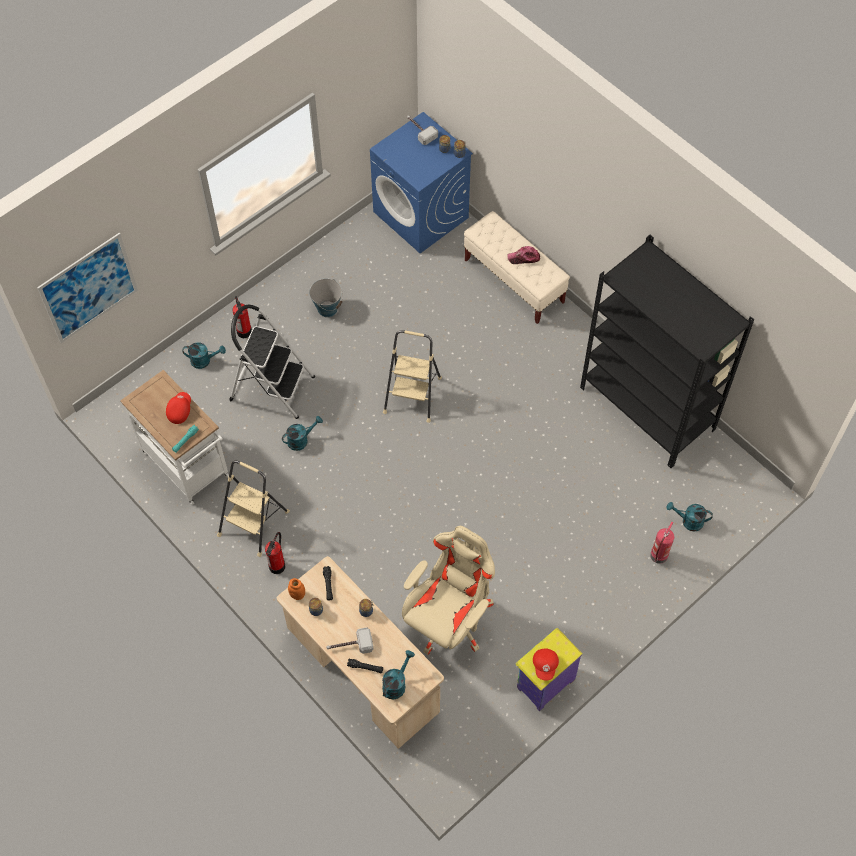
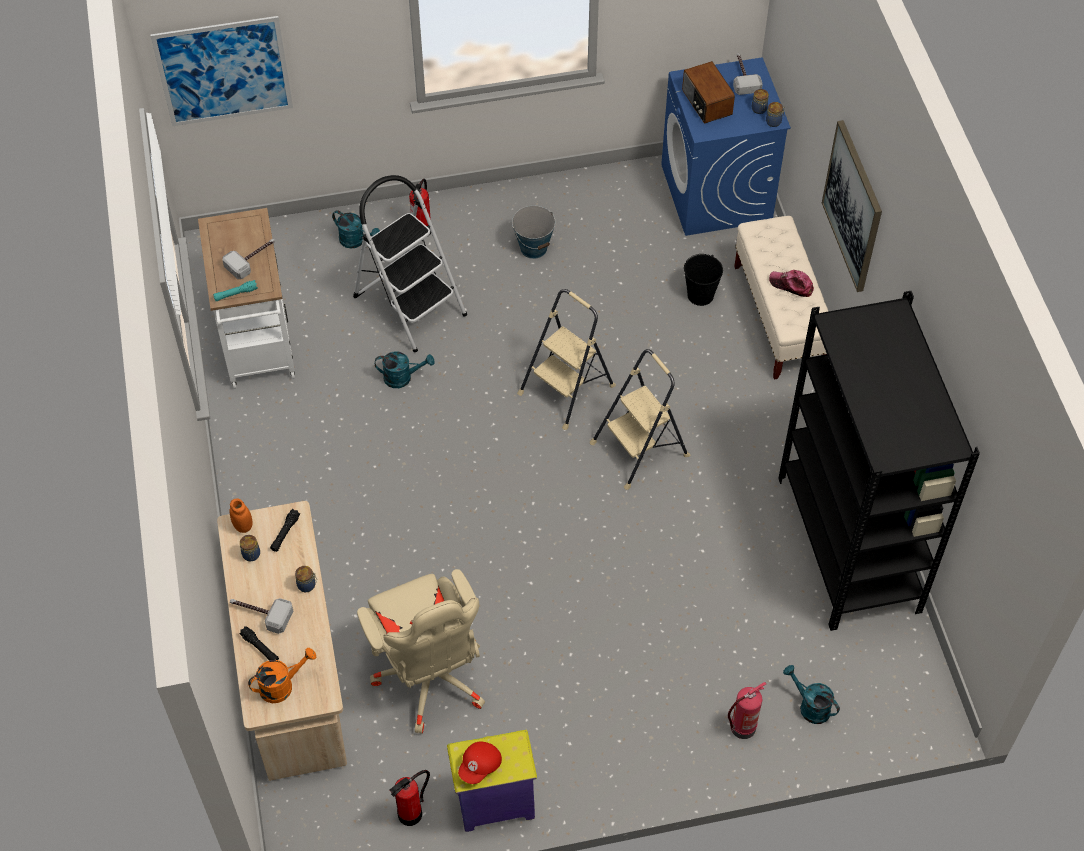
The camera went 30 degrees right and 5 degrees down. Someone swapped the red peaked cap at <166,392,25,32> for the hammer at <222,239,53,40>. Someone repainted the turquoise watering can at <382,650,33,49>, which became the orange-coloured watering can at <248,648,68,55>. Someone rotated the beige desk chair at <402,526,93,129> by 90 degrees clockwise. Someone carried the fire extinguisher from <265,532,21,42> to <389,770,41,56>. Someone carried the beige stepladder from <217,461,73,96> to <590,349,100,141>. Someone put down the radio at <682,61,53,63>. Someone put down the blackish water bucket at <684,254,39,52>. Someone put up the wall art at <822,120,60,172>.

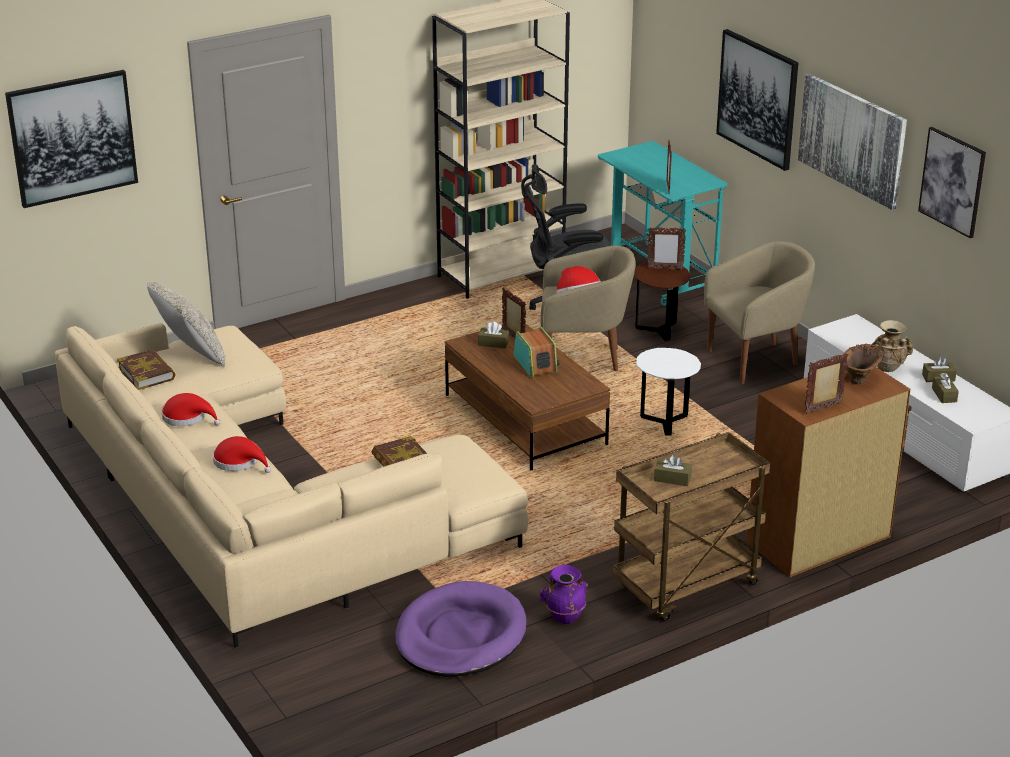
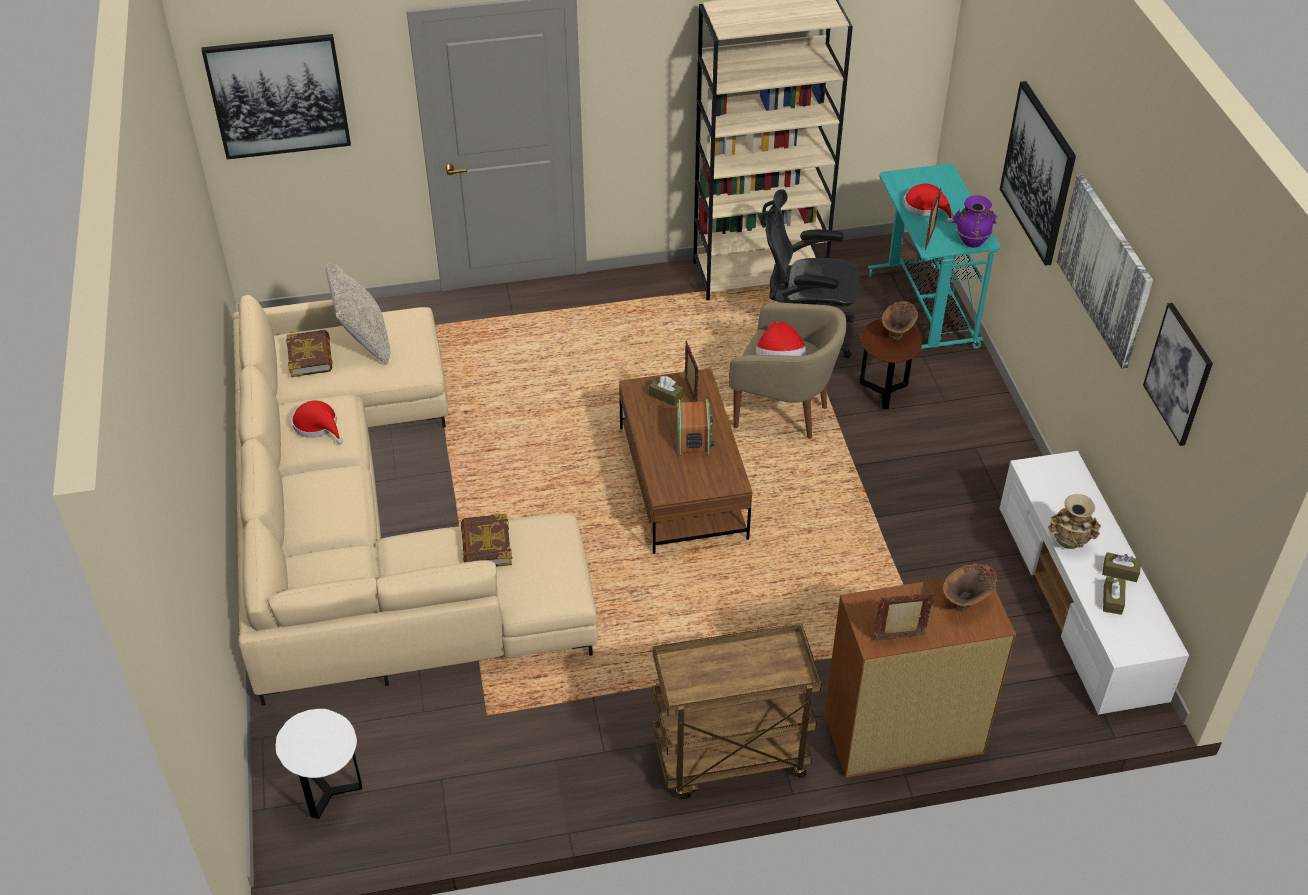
The camera went 20 degrees right and 15 degrees up. Someone carried the white end table from <636,348,65,88> to <276,709,86,110>. Someone swapped the picture frame at <647,227,39,43> for the brownish flower vase at <882,301,37,40>. Someone carried the red wearable hat from <213,436,58,37> to <904,184,49,40>. Someone carried the purple flower vase from <540,565,48,59> to <952,195,46,53>. Someone took away the purple dog cushion at <395,581,131,96>. Someone took away the brownish tissue box at <654,455,38,31>. Someone took away the beige armchair at <704,241,111,143>.

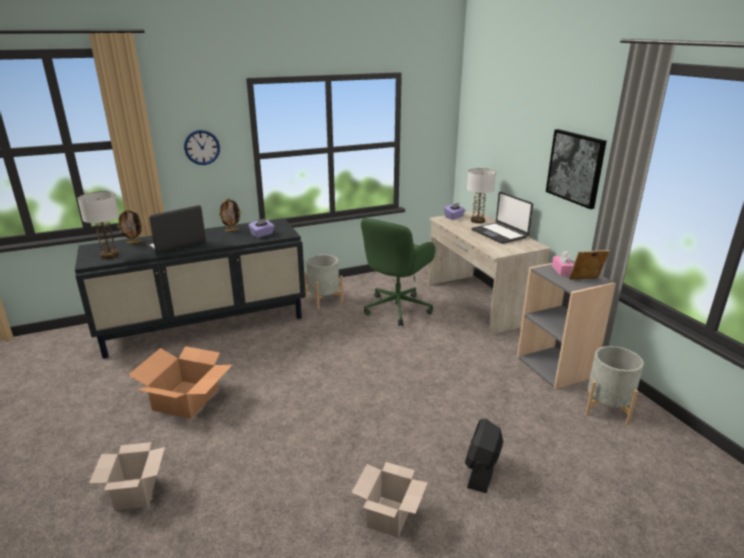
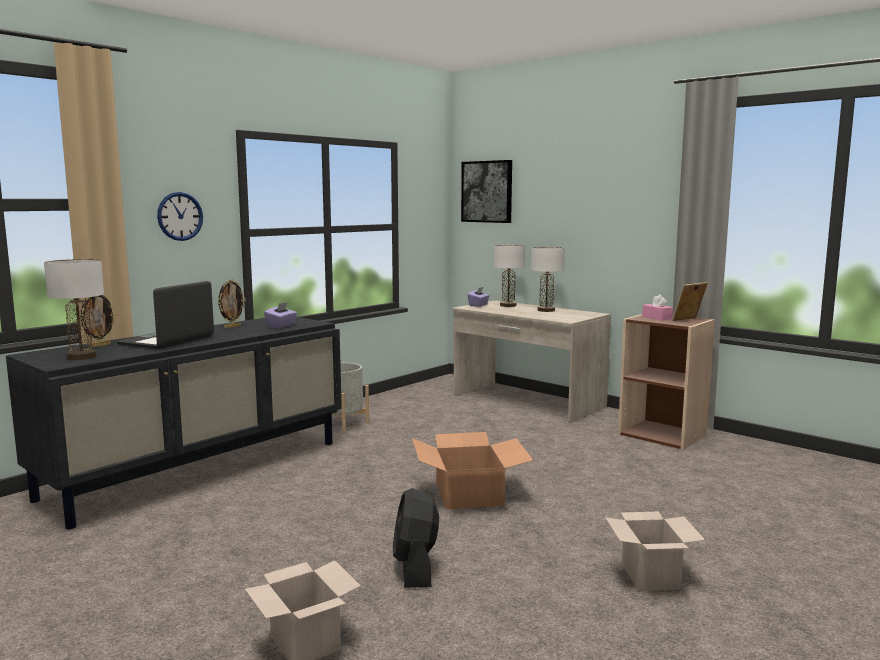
The camera went 25 degrees left and 15 degrees down. Someone carried the blackish fan from <465,418,38,75> to <393,488,46,100>. Someone carried the carton from <128,346,104,73> to <412,432,121,78>. Someone carried the wall art from <546,129,61,80> to <461,160,51,63>. Someone swapped the portable computer at <471,192,62,52> for the lamp for a table at <531,247,34,65>. Someone repainted the grey shelving unit at <517,260,99,129>, which became the brownish shelving unit at <618,314,97,136>. Someone took away the green-coloured desk chair at <361,218,74,108>. Someone took away the grey planter at <585,346,59,79>.

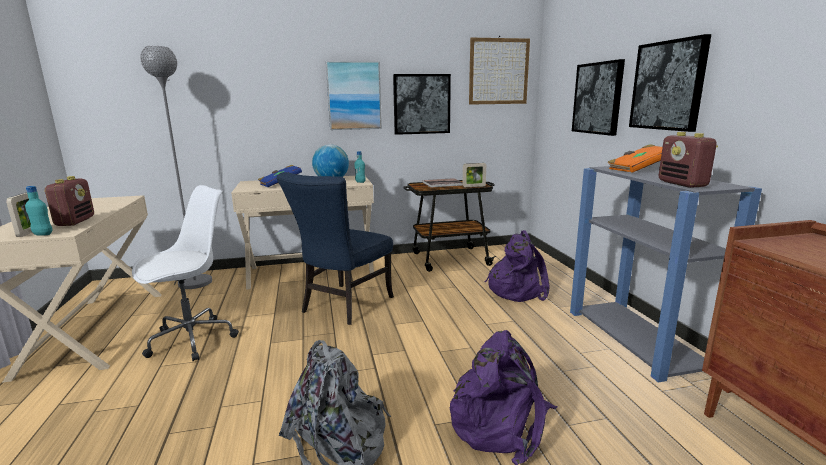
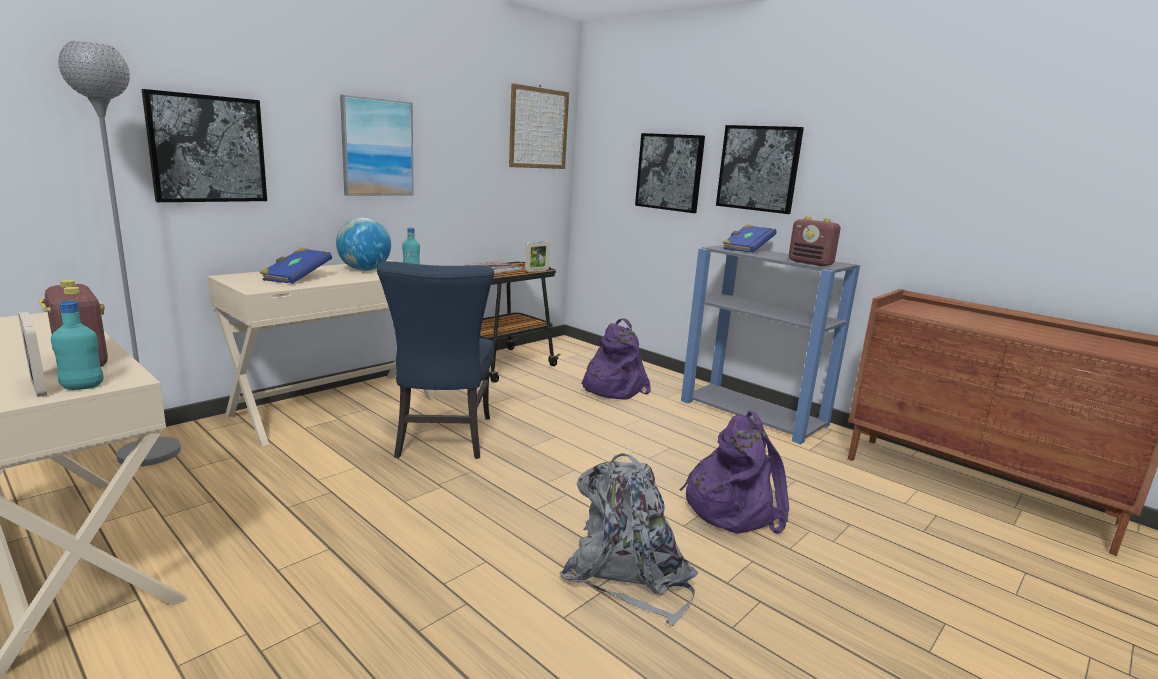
The camera went 35 degrees left and 0 degrees up. Someone carried the wall art from <393,74,58,61> to <141,89,126,113>. Someone repainted the orange-coloured book at <608,144,54,29>, which became the blue-coloured book at <722,224,55,29>. Someone took away the white desk chair at <132,185,107,176>.

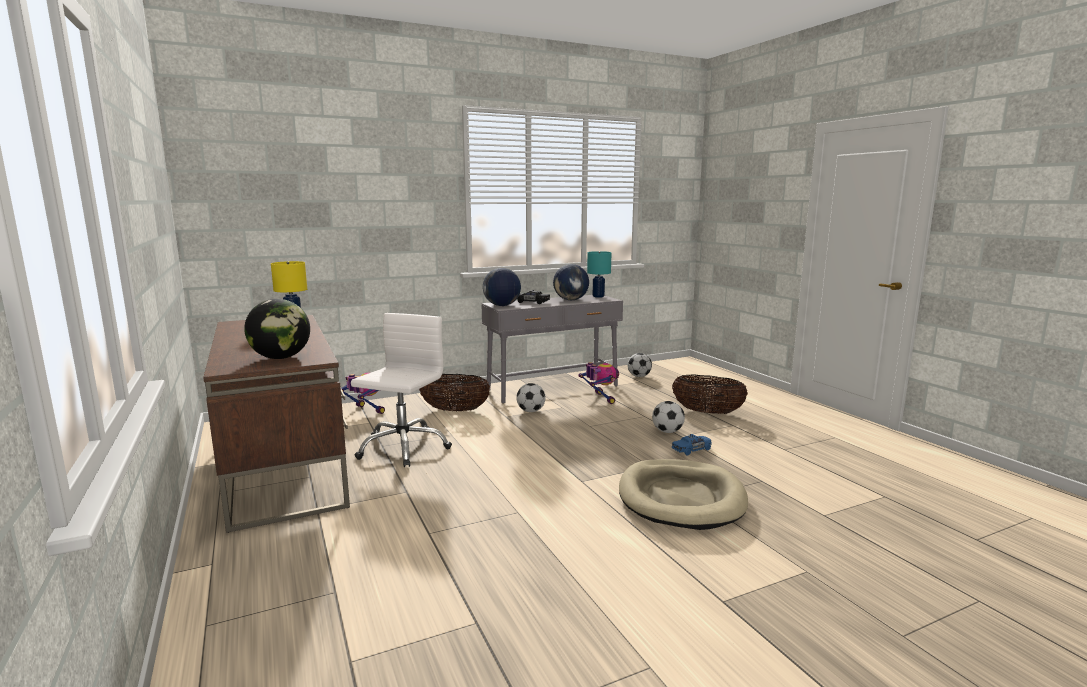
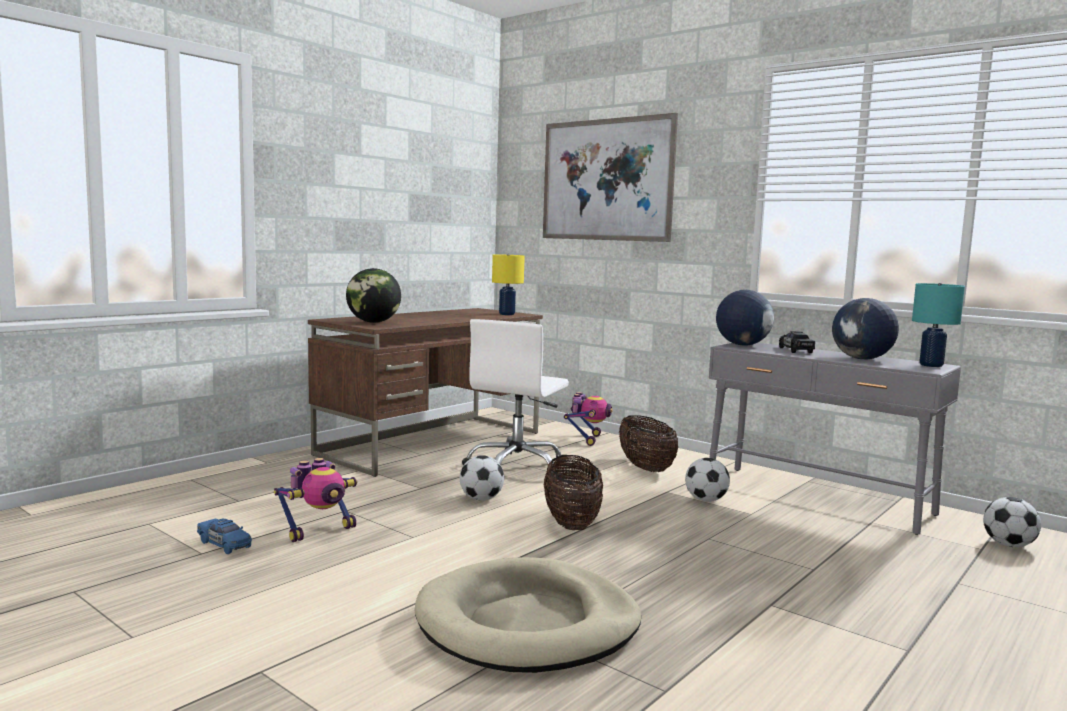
The camera went 65 degrees right and 5 degrees down. Someone carried the blue-coloured miniature car from <672,434,40,22> to <197,518,55,36>. Someone carried the robot figure from <578,362,41,42> to <274,458,83,84>. Someone carried the football from <652,401,33,32> to <460,455,44,45>. Someone rotated the white desk chair at <351,313,101,154> by 120 degrees clockwise. Someone put up the wall art at <543,113,135,129>. Someone carried the basket from <672,374,76,40> to <544,455,59,75>.

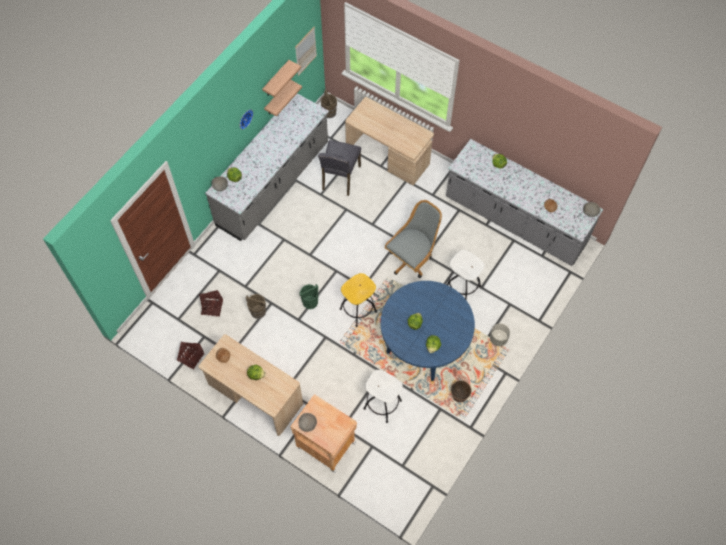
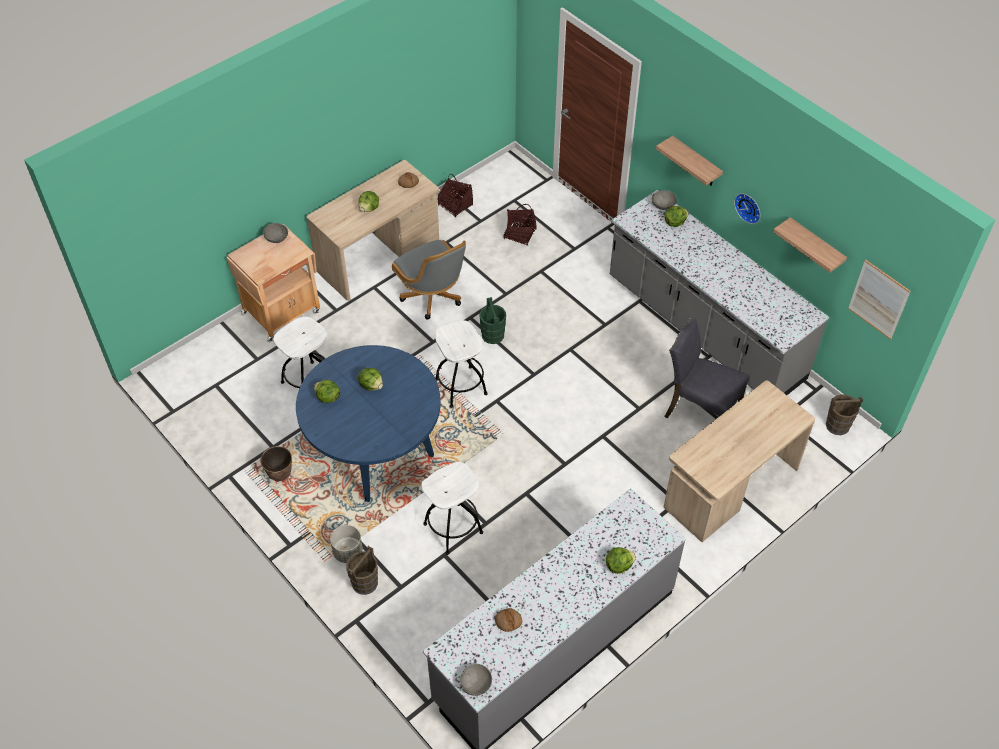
The camera went 105 degrees right and 10 degrees down. Someone carried the brownish water bucket from <246,294,20,25> to <346,546,32,49>. Someone carried the grey desk chair from <385,200,57,78> to <392,240,74,79>. Someone repainted the yellowish stool seat at <340,273,37,54>, which became the white stool seat at <435,320,52,88>. Someone carried the bracket shelf from <264,80,38,37> to <656,136,67,50>.

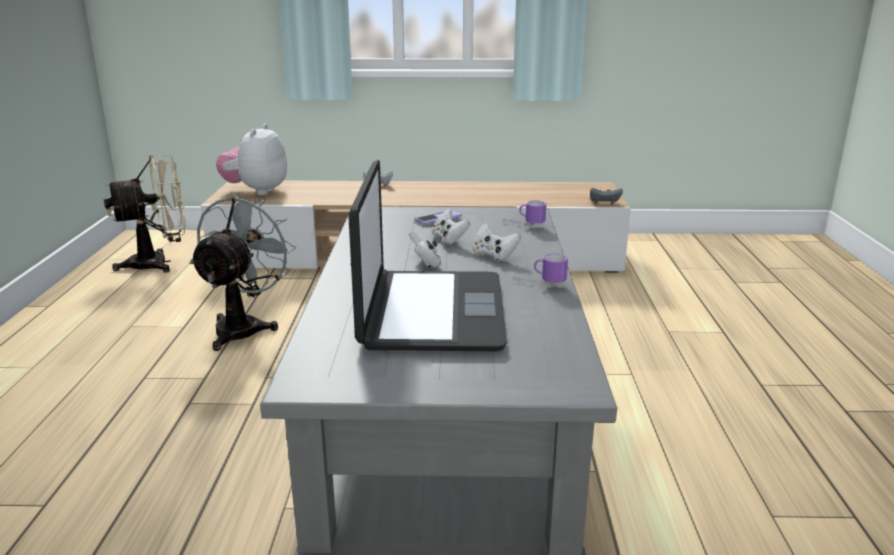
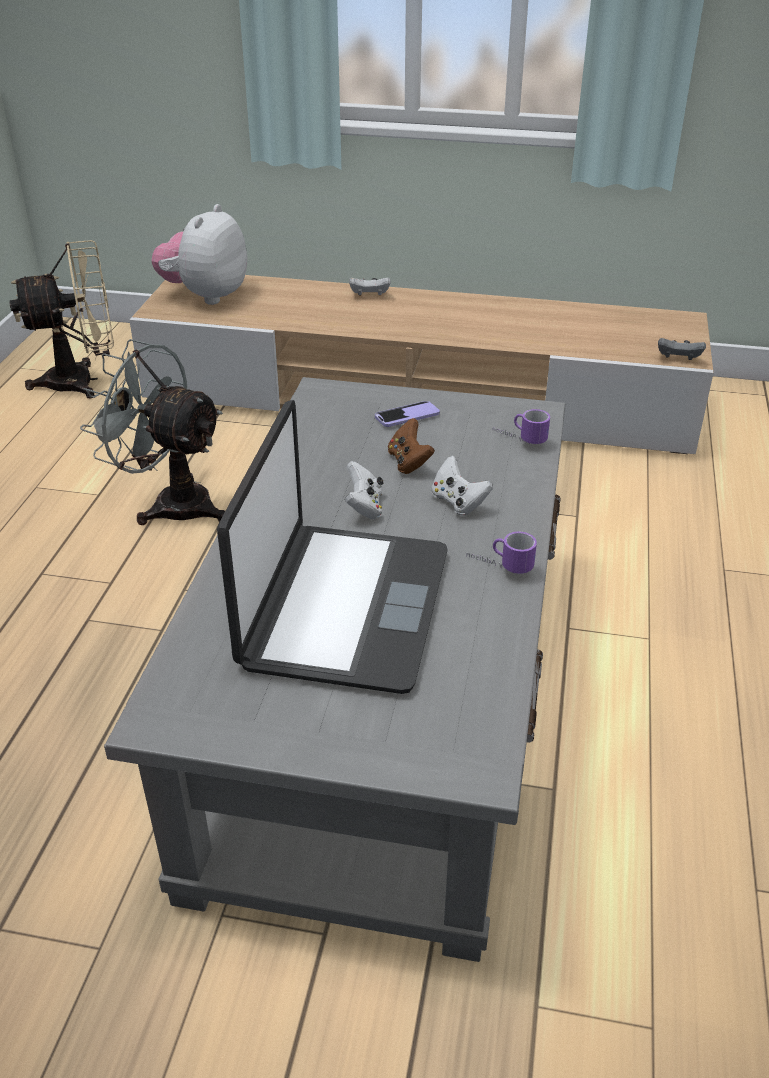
The camera went 10 degrees right and 15 degrees up. Someone rotated the grey fan at <189,193,107,158> by 90 degrees counterclockwise. Someone repainted the white gamepad at <432,209,38,36>, which became the brownish gamepad at <388,418,47,56>.

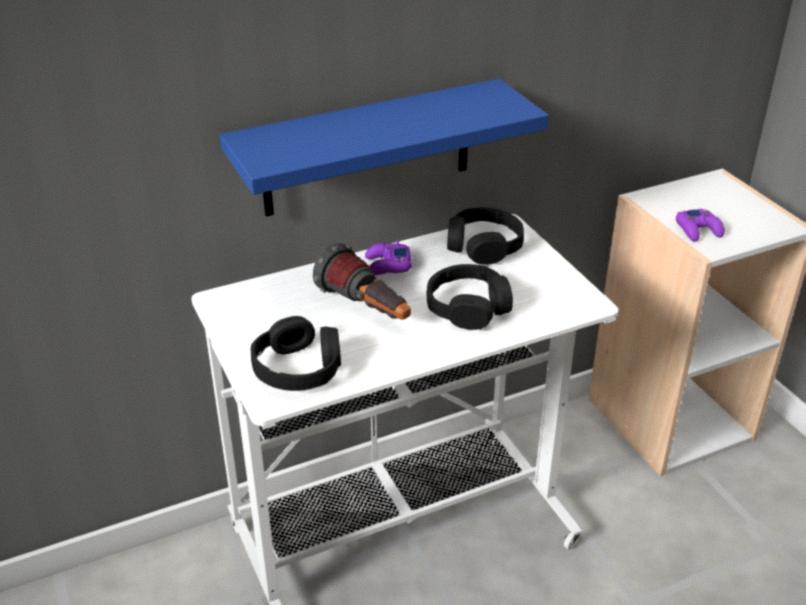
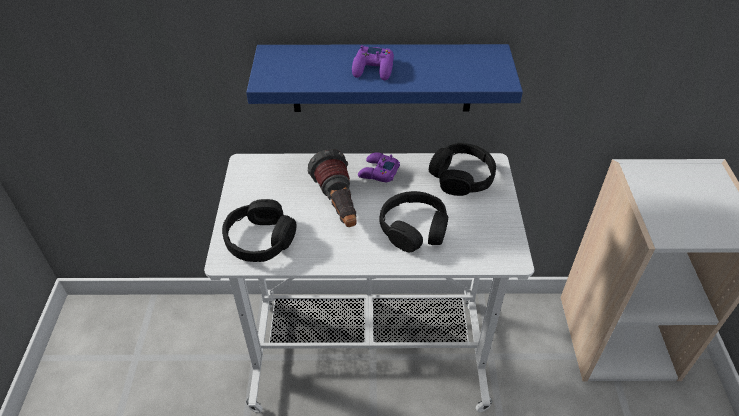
The camera went 25 degrees right and 10 degrees up. Someone carried the purple gamepad from <676,208,49,34> to <352,45,42,35>.

